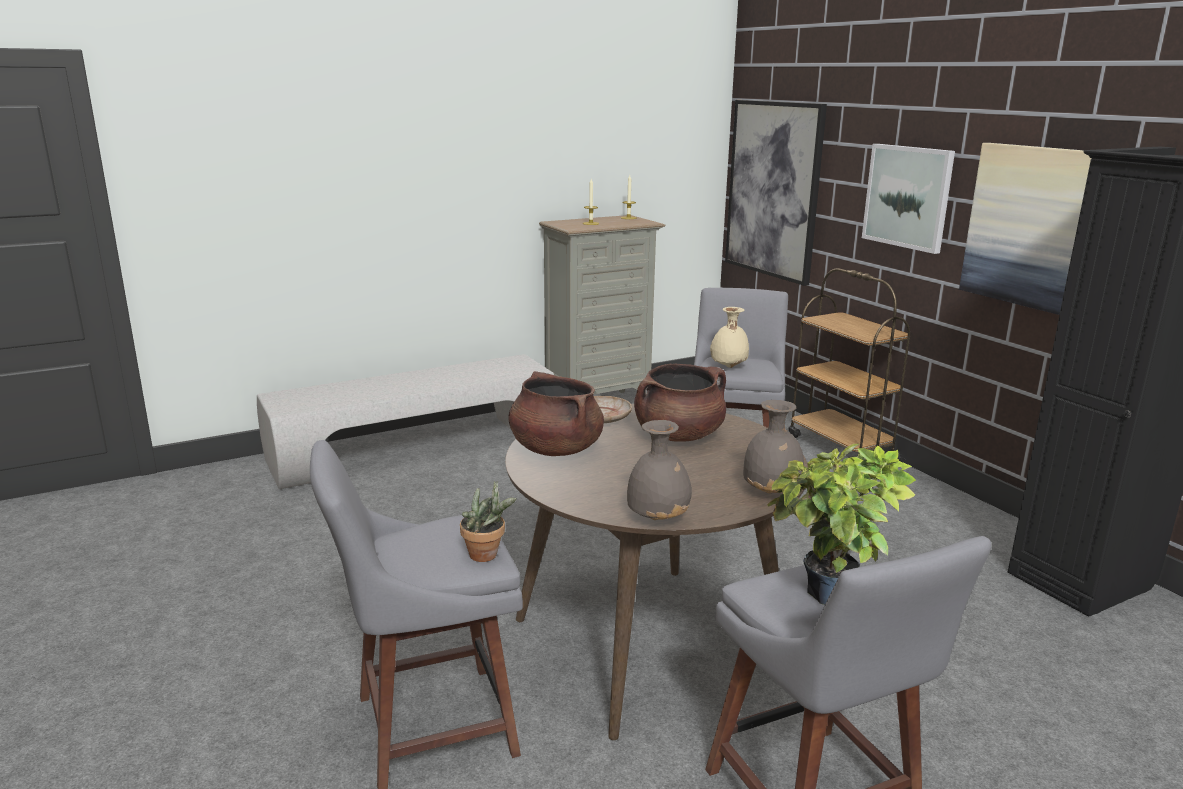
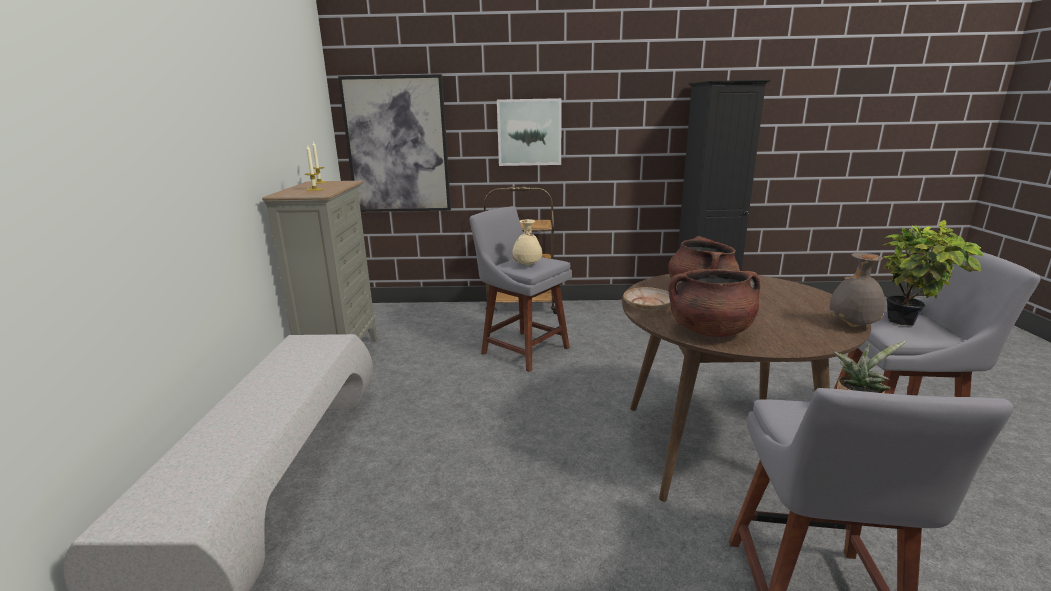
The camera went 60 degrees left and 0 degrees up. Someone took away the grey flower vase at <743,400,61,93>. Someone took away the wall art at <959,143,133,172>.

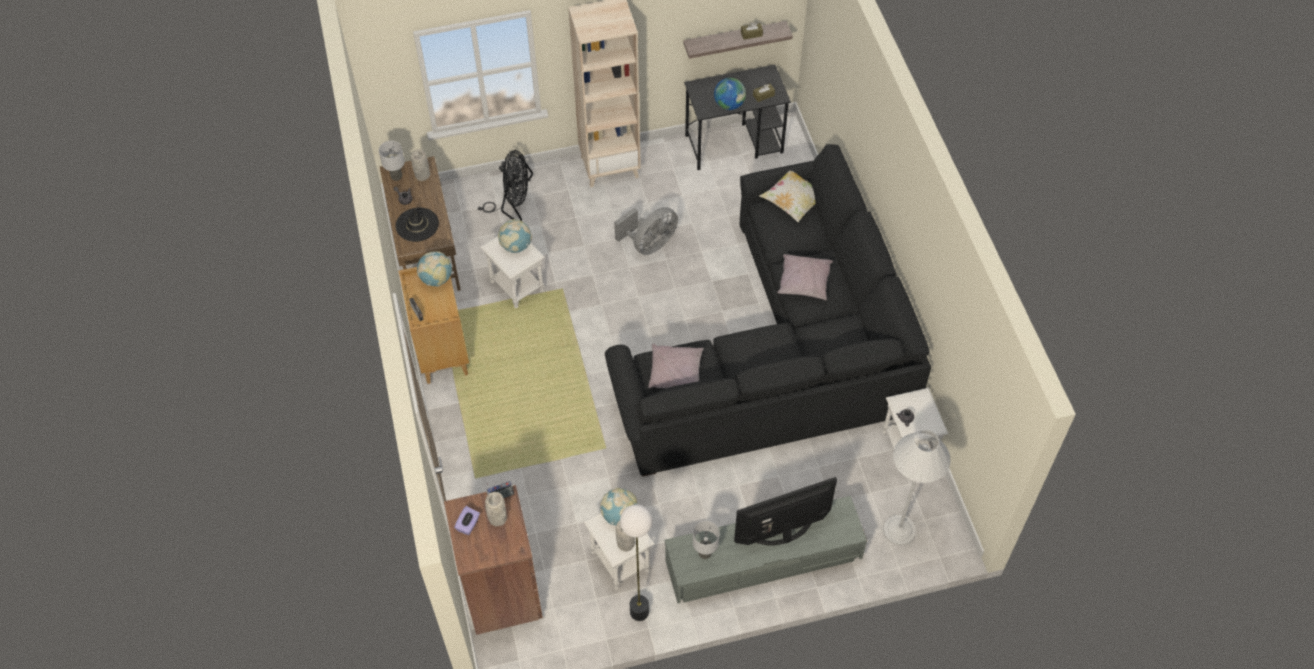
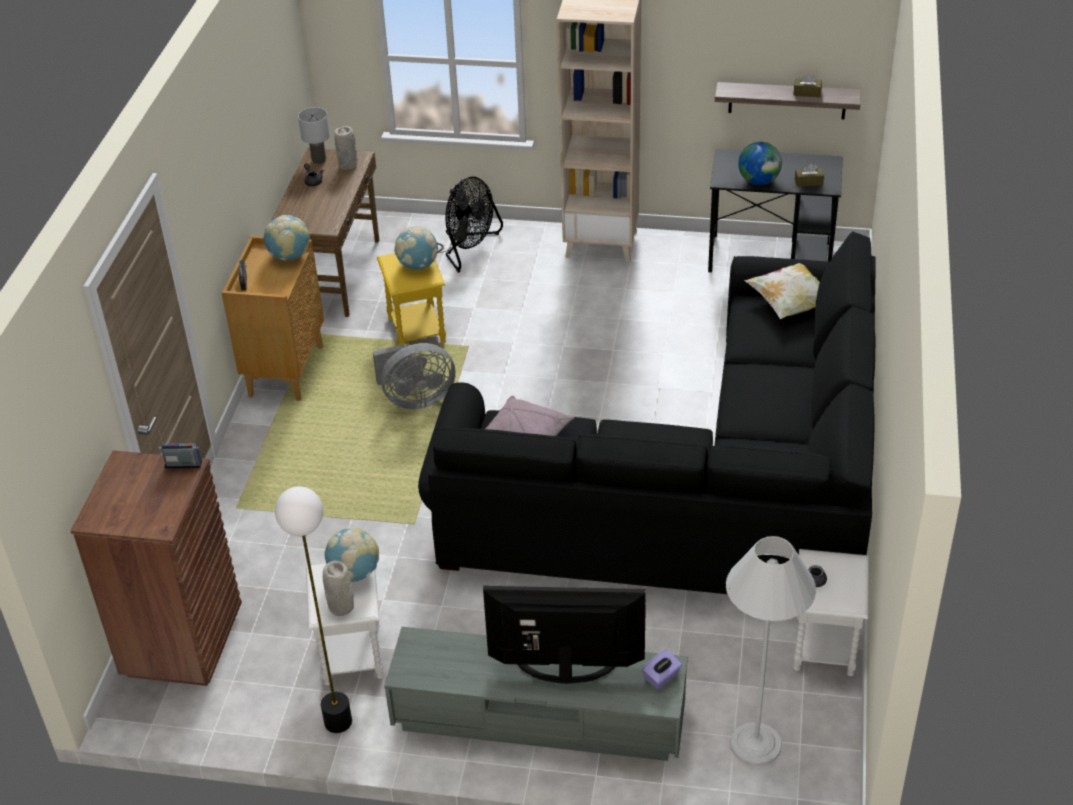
The camera went 25 degrees right and 15 degrees down. Someone carried the grey fan from <614,207,64,48> to <373,343,82,66>. Someone repainted the white end table at <480,236,65,72>, which became the yellowish end table at <377,253,69,92>. Someone carried the purple tissue box from <454,506,26,29> to <642,649,40,40>. Someone took away the blackish wearable hat at <396,207,43,35>. Someone took away the grey flower vase at <485,492,22,34>. Someone took away the white lamp for a table at <693,521,27,38>. Someone took away the purple throw pillow at <778,254,55,47>.

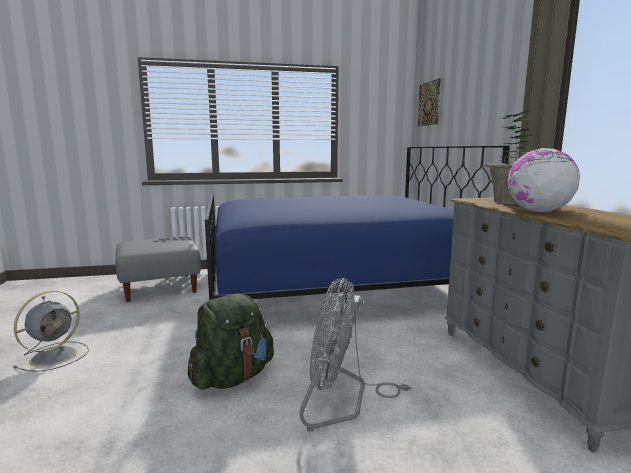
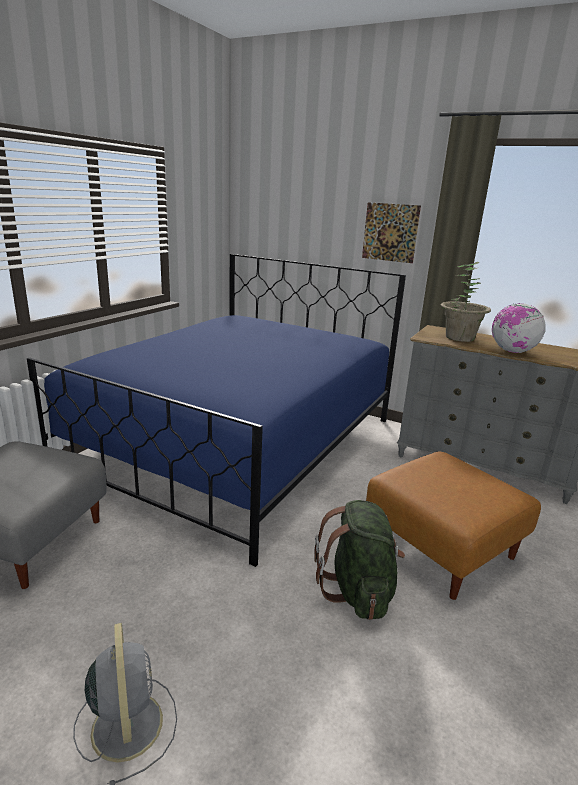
The camera went 50 degrees left and 10 degrees up. Someone carried the wall art from <418,78,23,49> to <362,202,59,61>. Someone swapped the grey fan at <299,278,112,154> for the brownish footrest at <366,451,175,149>.

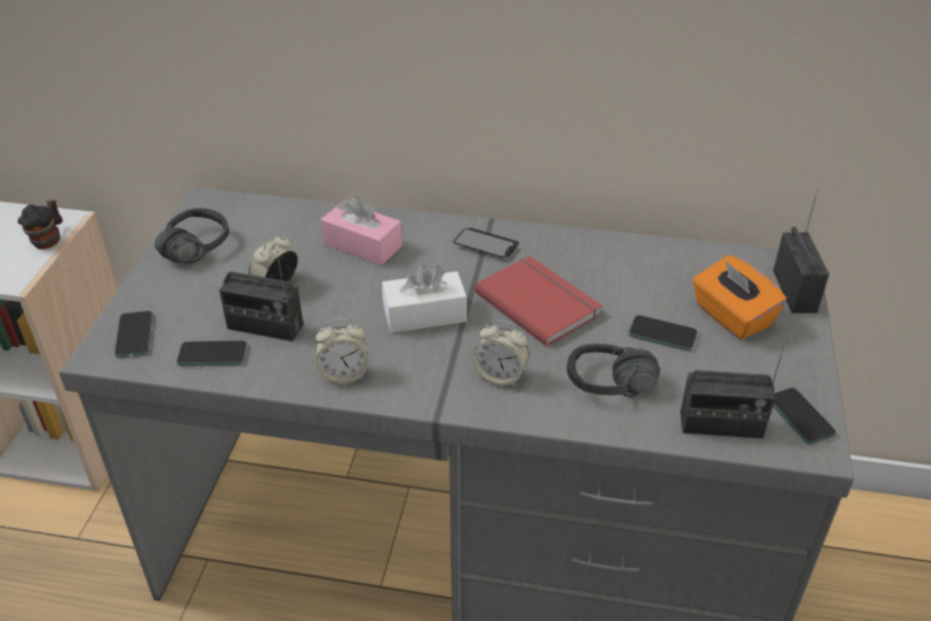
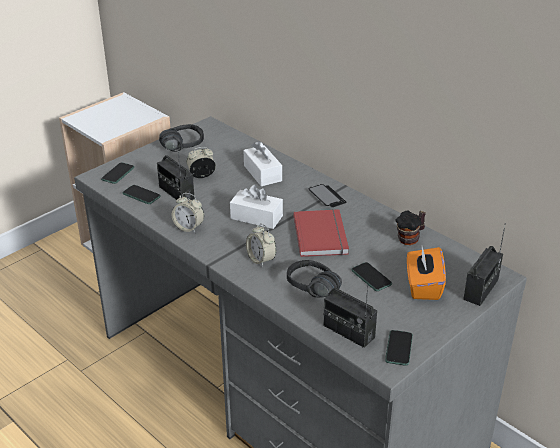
The camera went 35 degrees right and 5 degrees down. Someone repainted the pinkish tissue box at <321,196,81,69>, which became the white tissue box at <243,141,39,45>. Someone carried the tea mug from <18,199,45,50> to <396,210,30,35>.

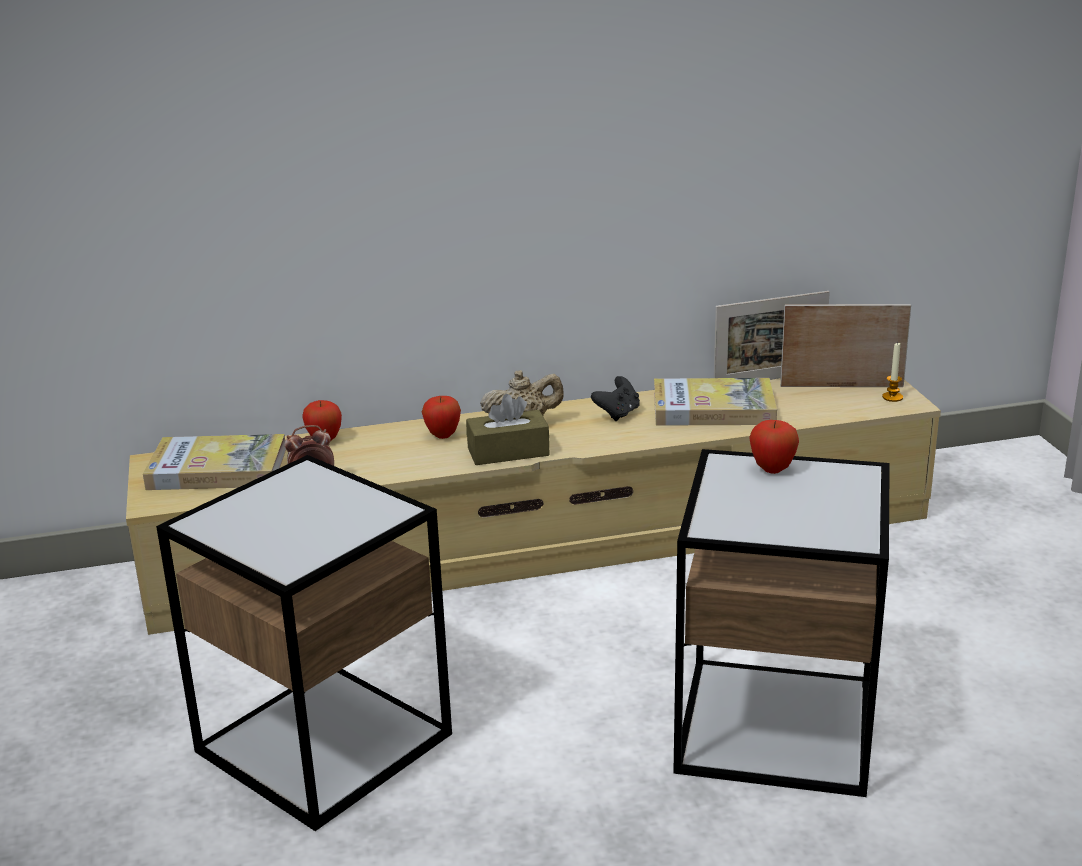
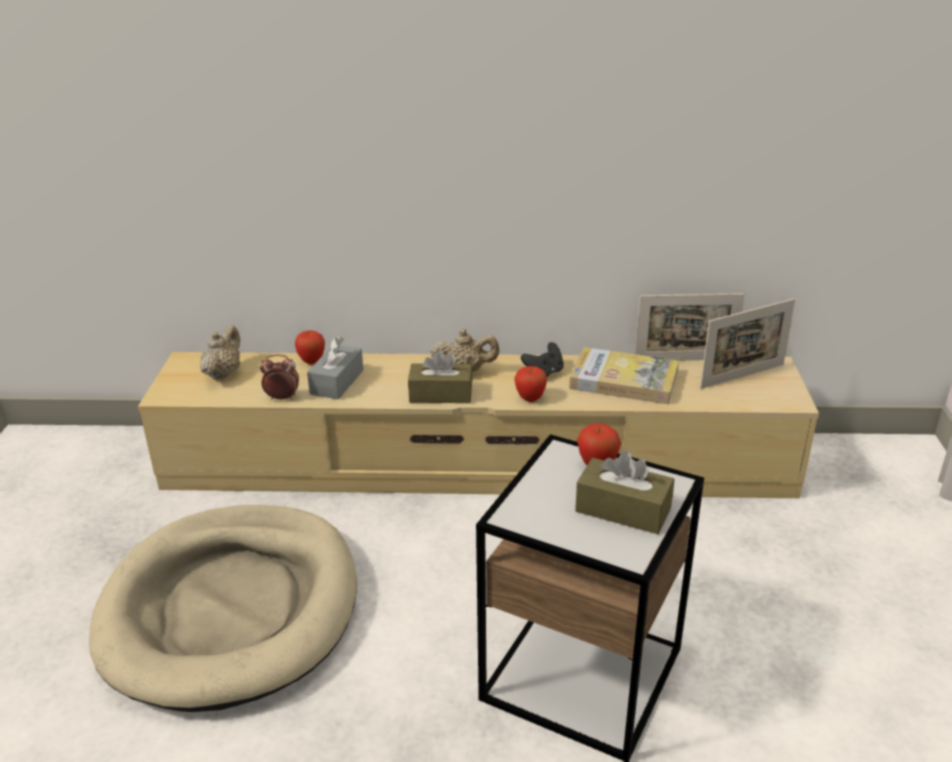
The camera went 15 degrees right and 5 degrees up. Someone swapped the end table at <156,455,296,376> for the beige dog cushion at <89,505,268,207>. Someone swapped the book at <143,434,143,56> for the beige tea pot at <200,325,40,55>. Someone put down the grey tissue box at <307,336,56,63>. Someone carried the whole apple from <422,396,39,43> to <515,366,32,36>. Someone put down the brownish tissue box at <575,451,99,83>. Someone rotated the picture frame at <780,304,131,83> by 135 degrees clockwise. Someone took away the wax candle at <882,342,21,60>.

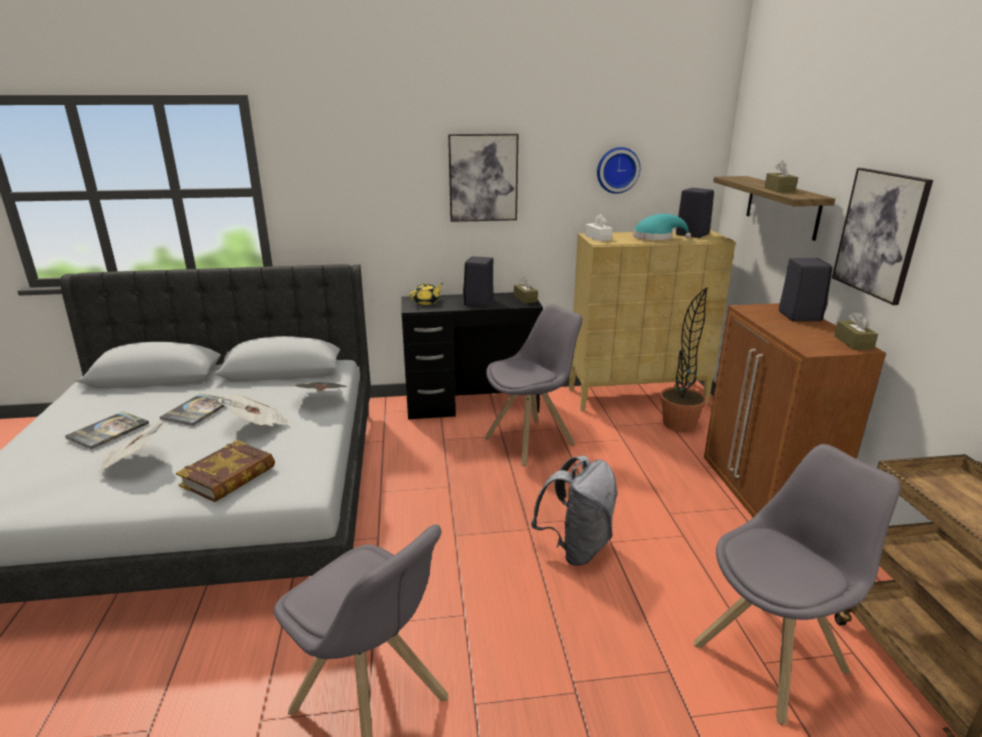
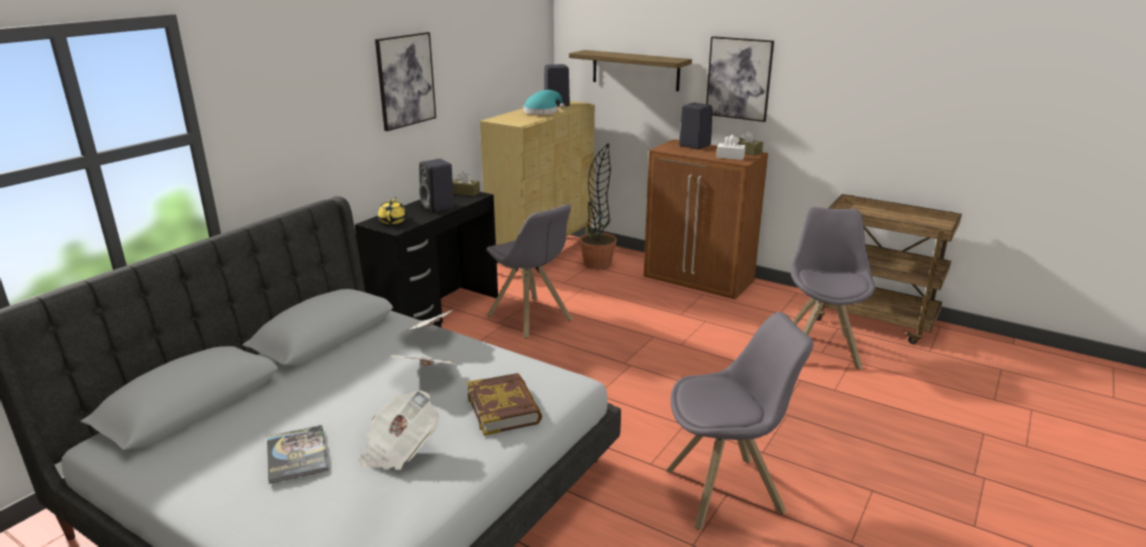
The camera went 50 degrees left and 0 degrees up. Someone rotated the grey chair at <484,304,98,162> by 135 degrees clockwise. Someone carried the white tissue box from <585,214,28,27> to <716,135,29,25>. Someone took away the book at <159,394,65,32>. Someone took away the grey knapsack at <531,455,87,111>. Someone took away the wall clock at <597,147,43,47>. Someone took away the brownish tissue box at <765,160,33,32>.

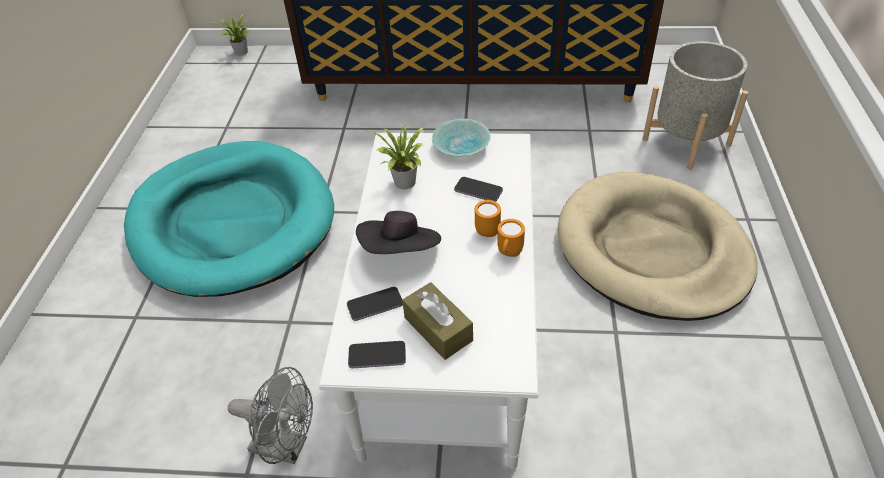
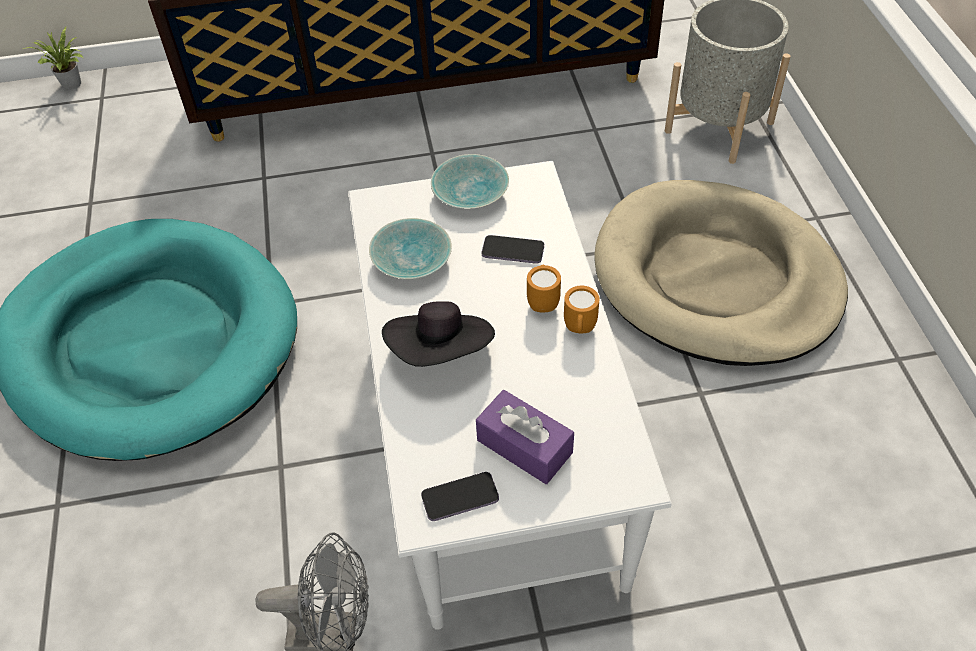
The camera went 15 degrees left and 5 degrees up. Someone swapped the plant in a pot at <367,125,58,64> for the turquoise deep dish at <369,218,83,62>. Someone repainted the brownish tissue box at <402,282,71,78>, which became the purple tissue box at <476,390,98,94>. Someone took away the phone at <347,287,56,34>.

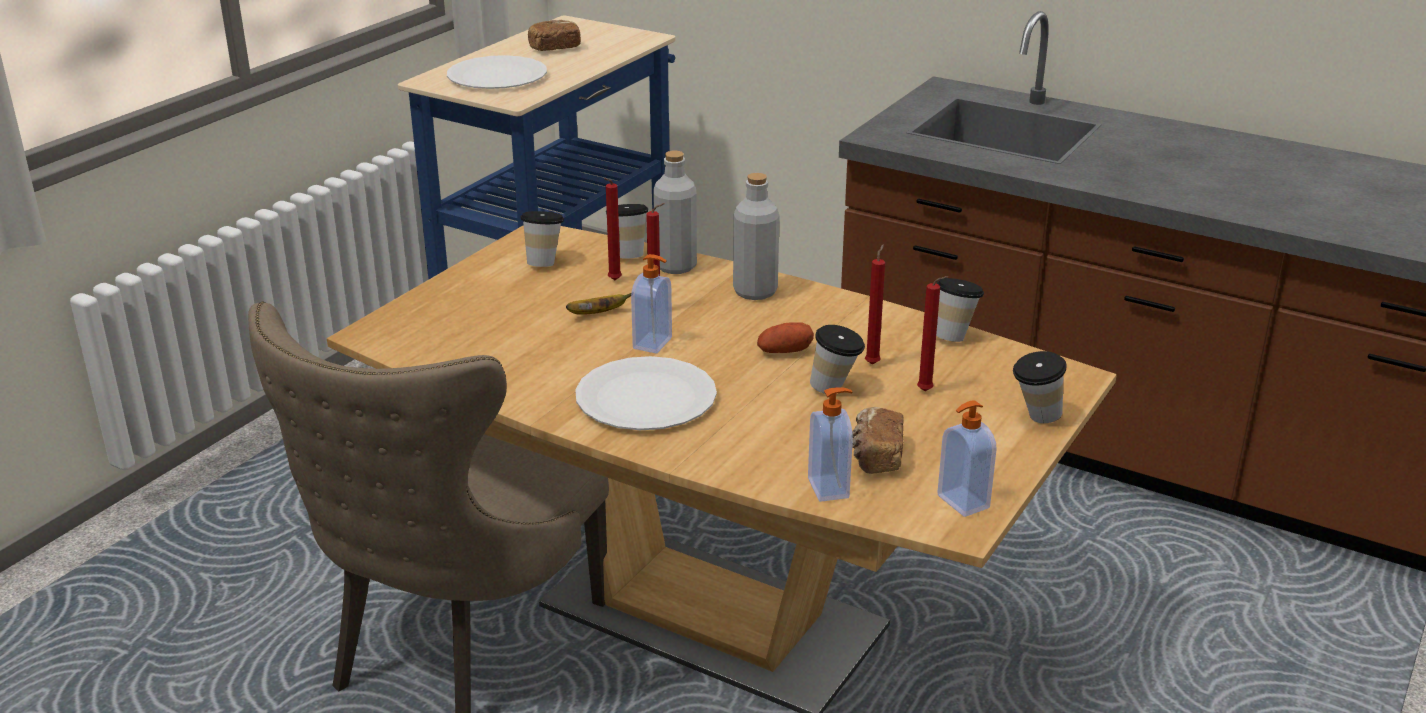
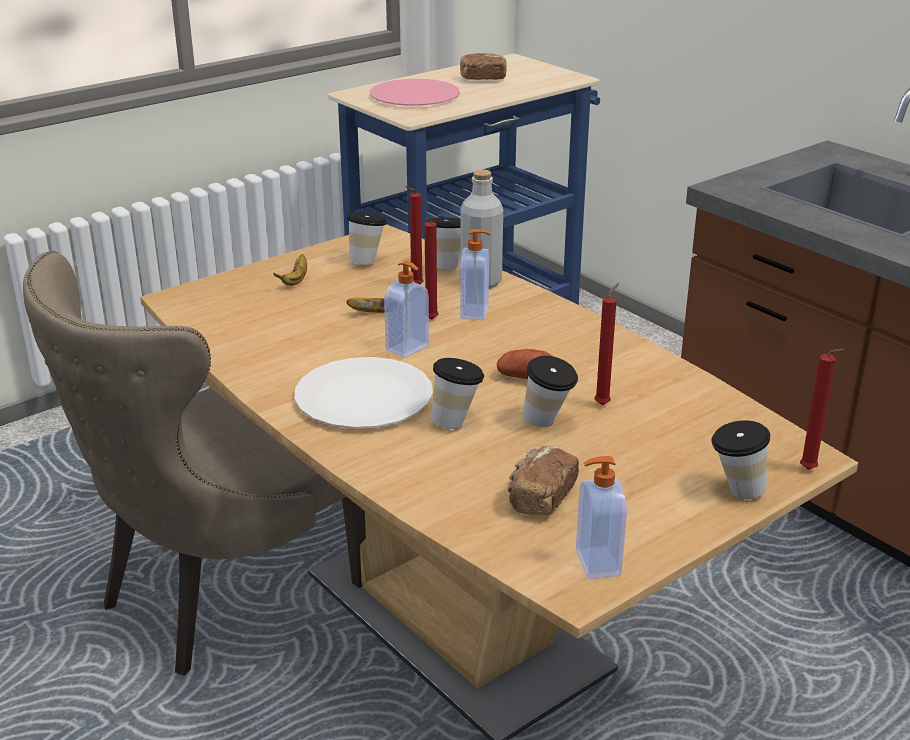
The camera went 20 degrees right and 0 degrees up. Someone put down the banana fruit at <273,254,34,32>. Someone repainted the white plate at <447,55,100,34>, which became the pinkish plate at <370,79,90,27>. Someone carried the cup from <936,278,48,64> to <431,358,53,71>. Someone carried the soap bottle from <808,387,45,115> to <460,229,31,91>. Someone carried the red wax candle from <917,276,31,115> to <800,349,45,121>. Someone took away the grey drink bottle at <733,173,47,127>.

